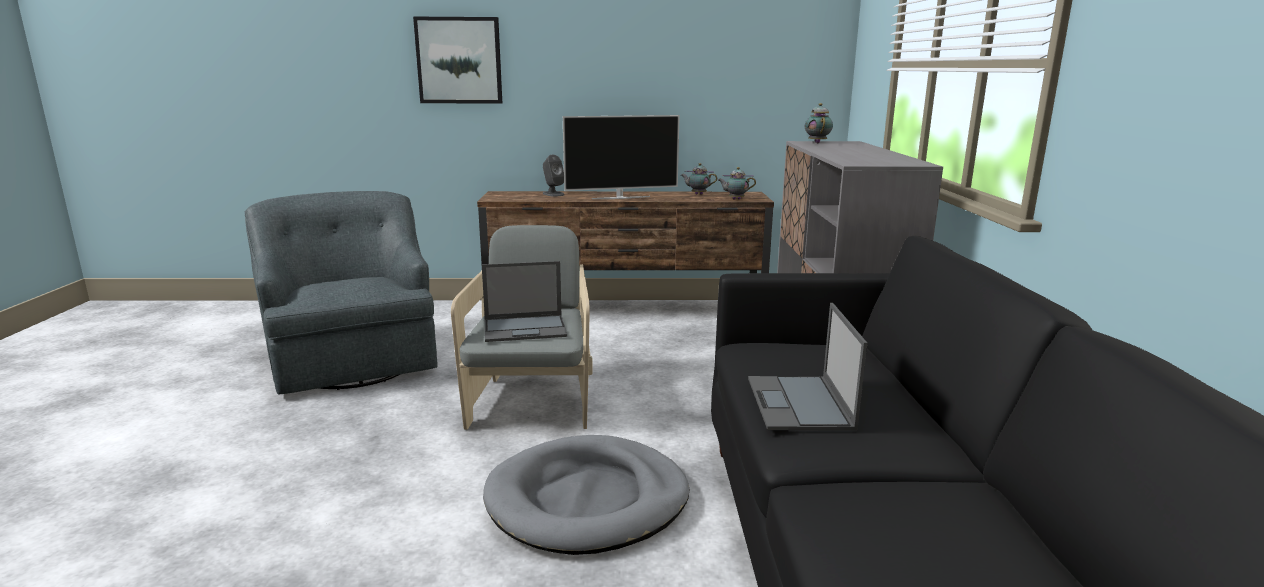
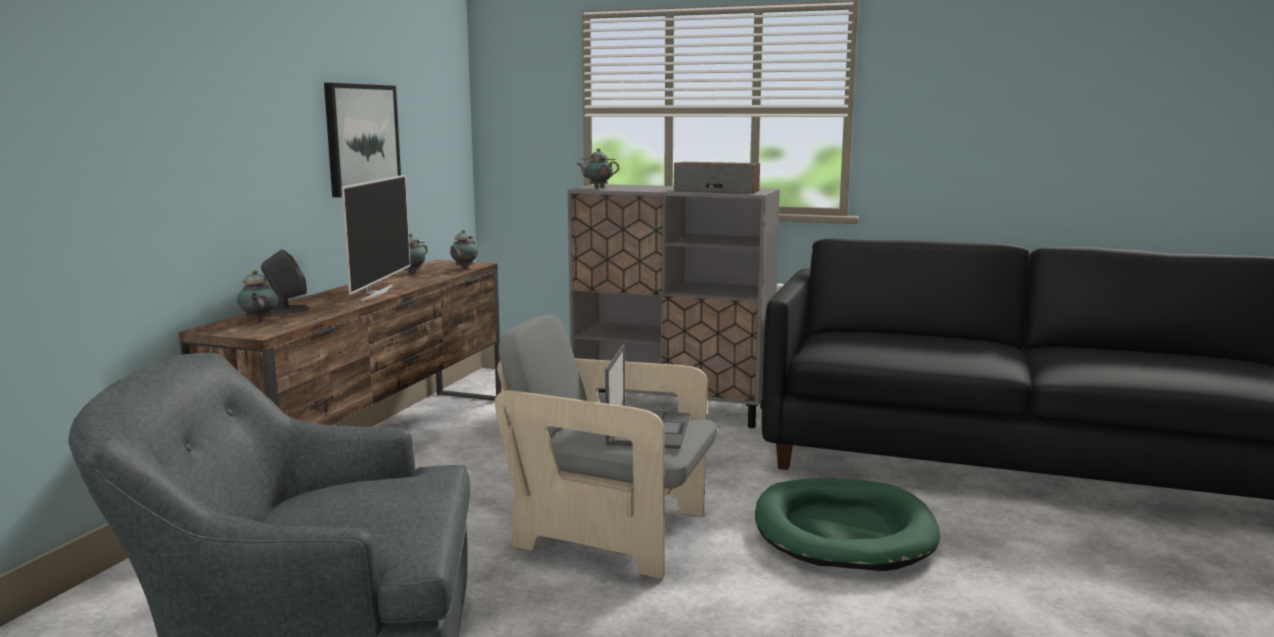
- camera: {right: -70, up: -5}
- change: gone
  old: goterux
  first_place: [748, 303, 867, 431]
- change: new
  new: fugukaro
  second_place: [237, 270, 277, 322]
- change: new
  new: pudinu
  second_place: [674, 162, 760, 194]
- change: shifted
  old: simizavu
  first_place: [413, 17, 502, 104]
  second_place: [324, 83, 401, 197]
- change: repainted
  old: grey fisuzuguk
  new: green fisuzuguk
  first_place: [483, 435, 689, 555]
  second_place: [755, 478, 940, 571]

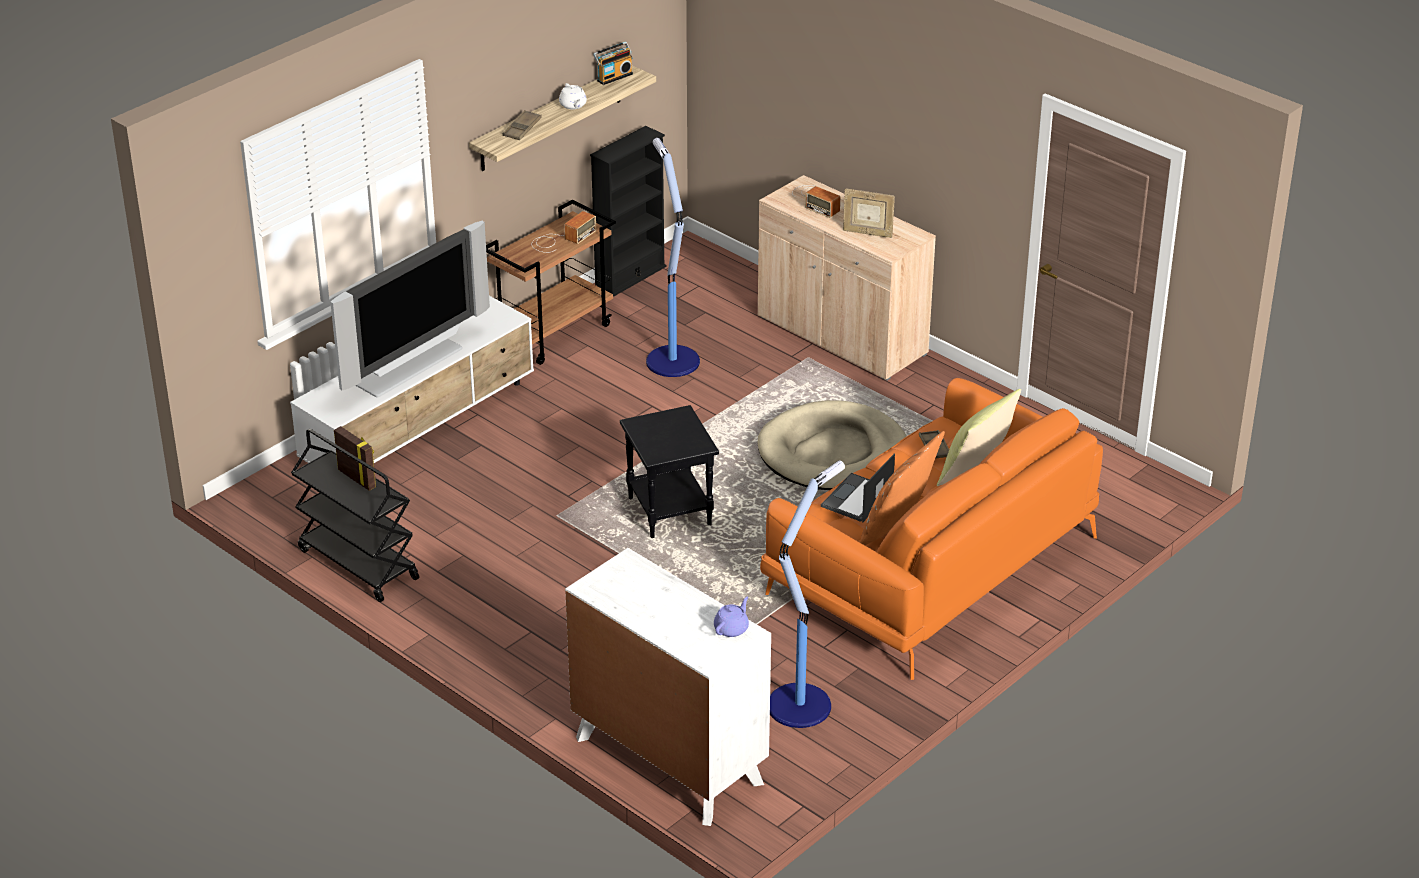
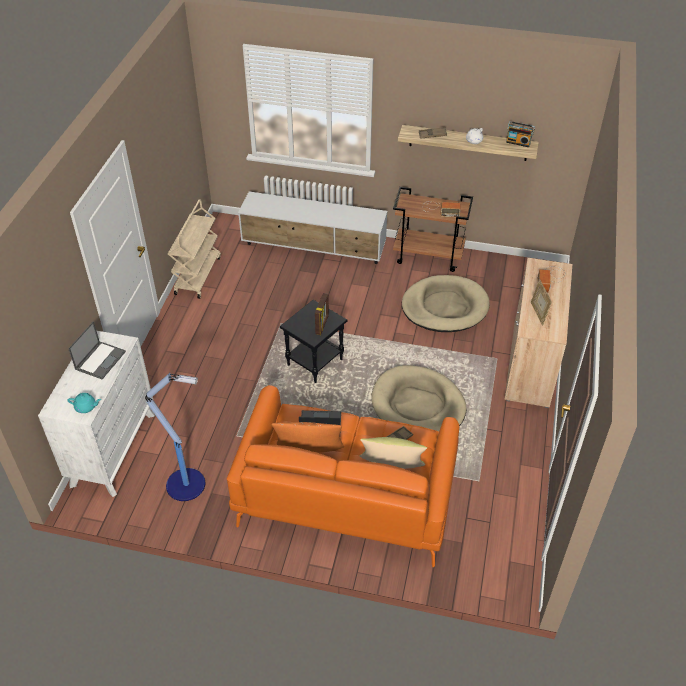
- camera: {right: 60, up: 10}
- change: gone
  old: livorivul
  first_place: [330, 221, 490, 397]
- change: gone
  old: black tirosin
  first_place: [590, 126, 666, 297]
- change: new
  new: goterux
  second_place: [68, 321, 126, 379]
- change: shifted
  old: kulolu
  first_place: [334, 426, 376, 491]
  second_place: [315, 293, 329, 335]
- change: swapped
  old: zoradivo
  new: beige fisuzuguk
  first_place: [646, 138, 700, 377]
  second_place: [402, 275, 490, 332]
- change: repainted
  old: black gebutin
  new: beige gebutin
  first_place: [291, 429, 419, 602]
  second_place: [168, 199, 221, 299]
- change: repainted
  old: purple fugukaro
  new: turquoise fugukaro
  first_place: [714, 597, 749, 637]
  second_place: [68, 393, 101, 413]

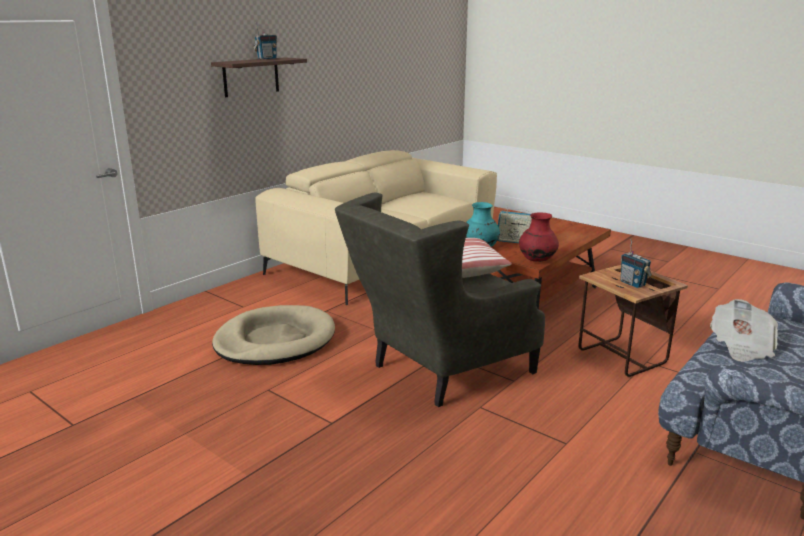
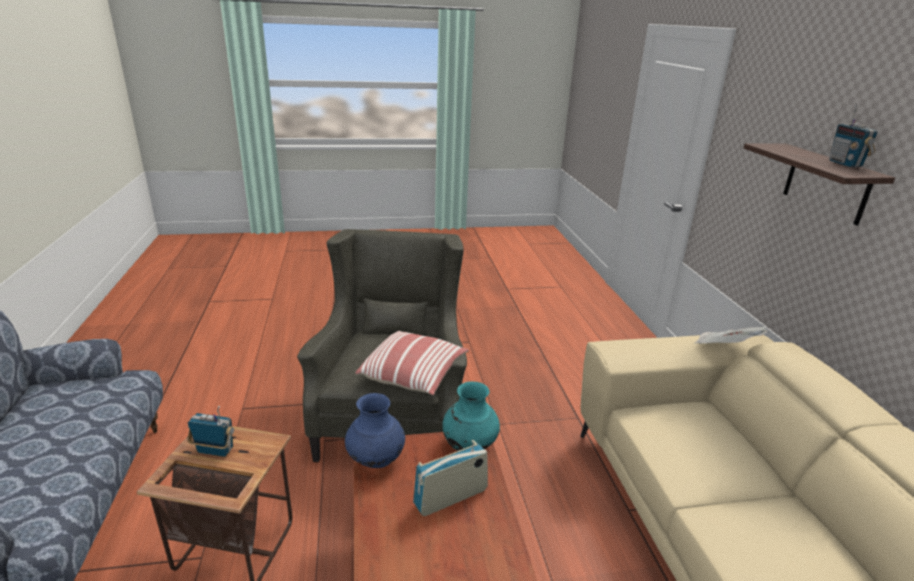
- camera: {right: 130, up: 5}
- change: gone
  old: beige fisuzuguk
  first_place: [212, 305, 335, 365]
- change: shifted
  old: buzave
  first_place: [710, 299, 778, 362]
  second_place: [693, 327, 767, 344]
- change: repainted
  old: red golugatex
  new: blue golugatex
  first_place: [519, 212, 559, 262]
  second_place: [345, 393, 405, 468]

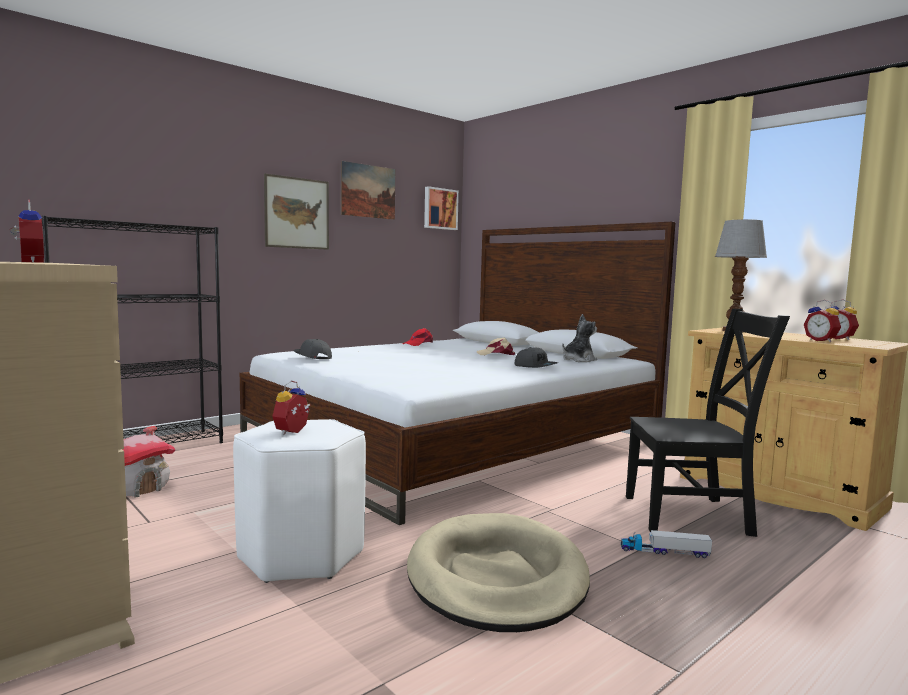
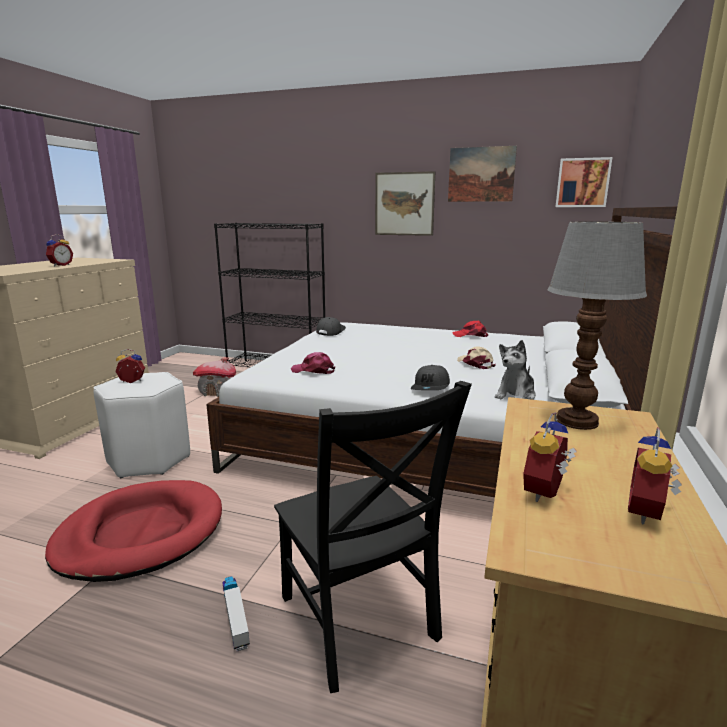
- camera: {right: 60, up: 10}
- change: new
  new: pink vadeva
  second_place: [291, 352, 335, 374]
- change: repainted
  old: beige fisuzuguk
  new: red fisuzuguk
  first_place: [407, 513, 590, 632]
  second_place: [45, 480, 222, 582]
- change: rotated
  old: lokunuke
  first_place: [562, 314, 597, 362]
  second_place: [495, 340, 536, 400]
  degrees: 105

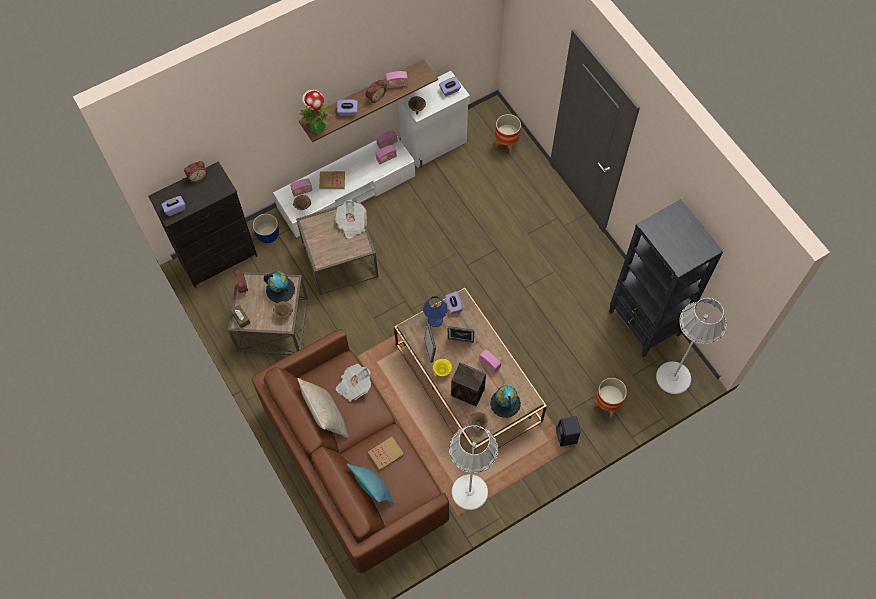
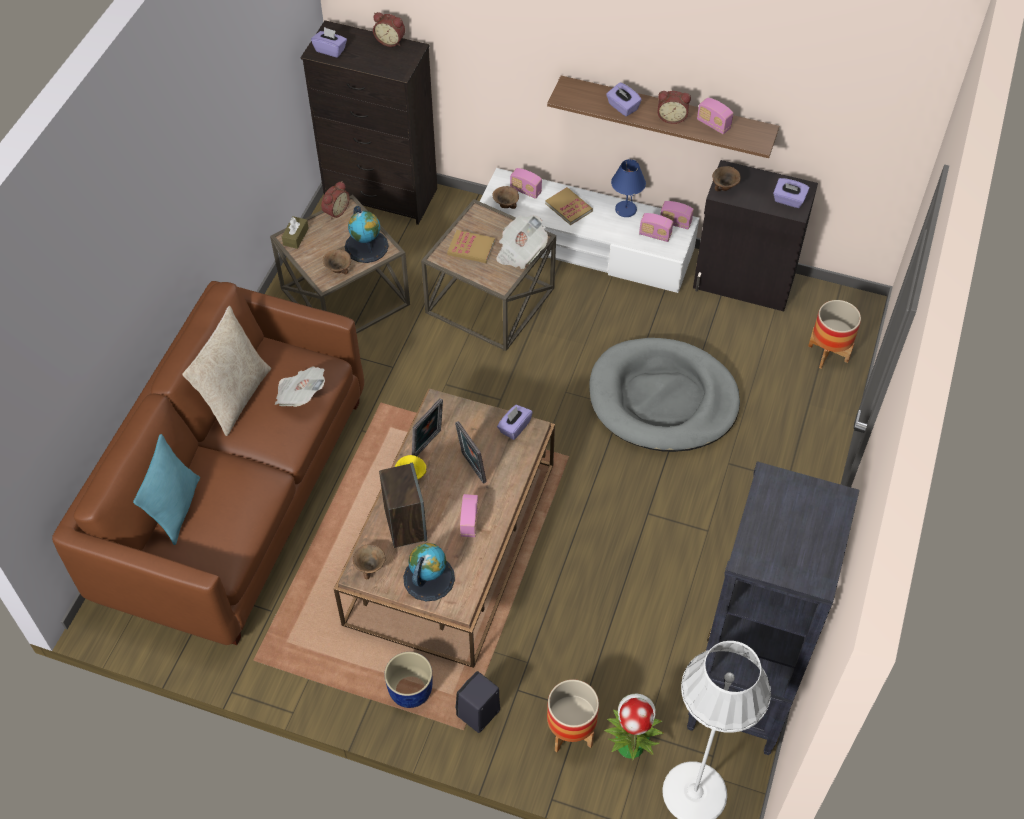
- camera: {right: 50, up: -10}
- change: gone
  old: white zoradivo
  first_place: [449, 425, 498, 510]
- change: new
  new: grey fisuzuguk
  second_place: [589, 338, 740, 452]
- change: shifted
  old: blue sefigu
  first_place: [253, 214, 279, 243]
  second_place: [384, 652, 433, 708]
- change: shifted
  old: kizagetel
  first_place: [300, 90, 333, 133]
  second_place: [604, 694, 664, 760]
- change: shifted
  old: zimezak
  first_place: [368, 437, 404, 471]
  second_place: [447, 230, 495, 263]
- change: shifted
  old: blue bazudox
  first_place: [423, 296, 448, 327]
  second_place: [611, 159, 646, 217]
- change: repainted
  old: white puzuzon
  new: black puzuzon
  first_place: [398, 71, 470, 168]
  second_place: [693, 160, 818, 311]

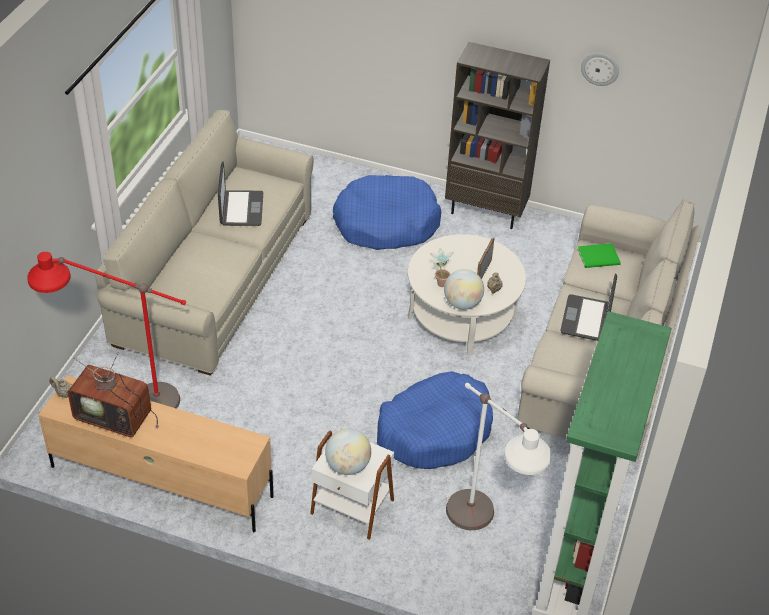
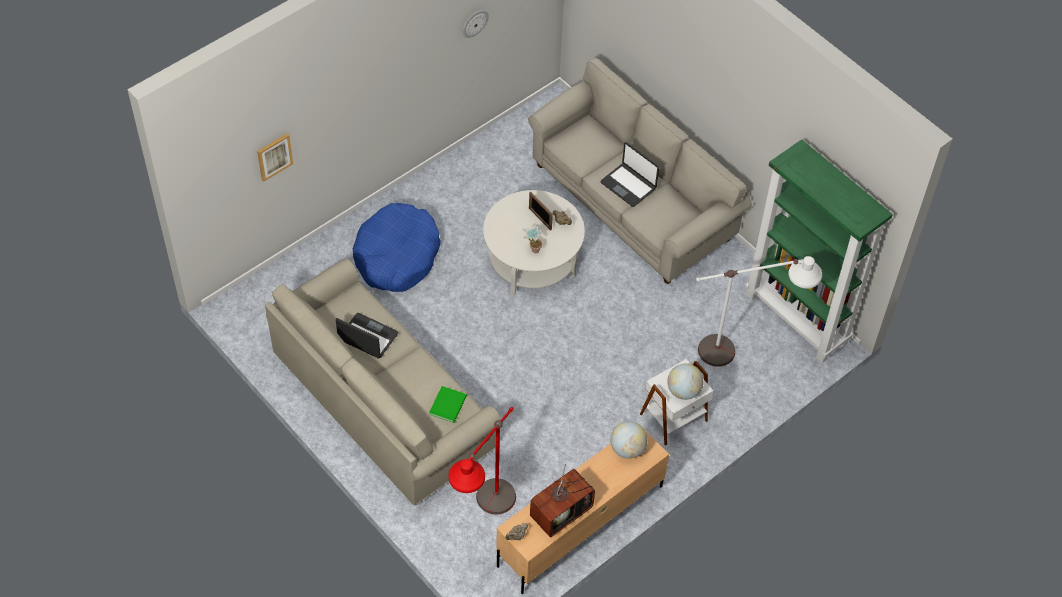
- camera: {right: -60, up: 10}
- change: gone
  old: blue fisuzuguk
  first_place: [377, 371, 493, 469]
- change: gone
  old: brown tirosin
  first_place: [445, 42, 550, 229]
- change: new
  new: simizavu
  second_place: [257, 133, 293, 182]
- change: shifted
  old: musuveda
  first_place: [444, 269, 484, 310]
  second_place: [610, 421, 647, 459]
- change: shifted
  old: green zimezak
  first_place: [577, 243, 621, 268]
  second_place: [429, 386, 467, 423]

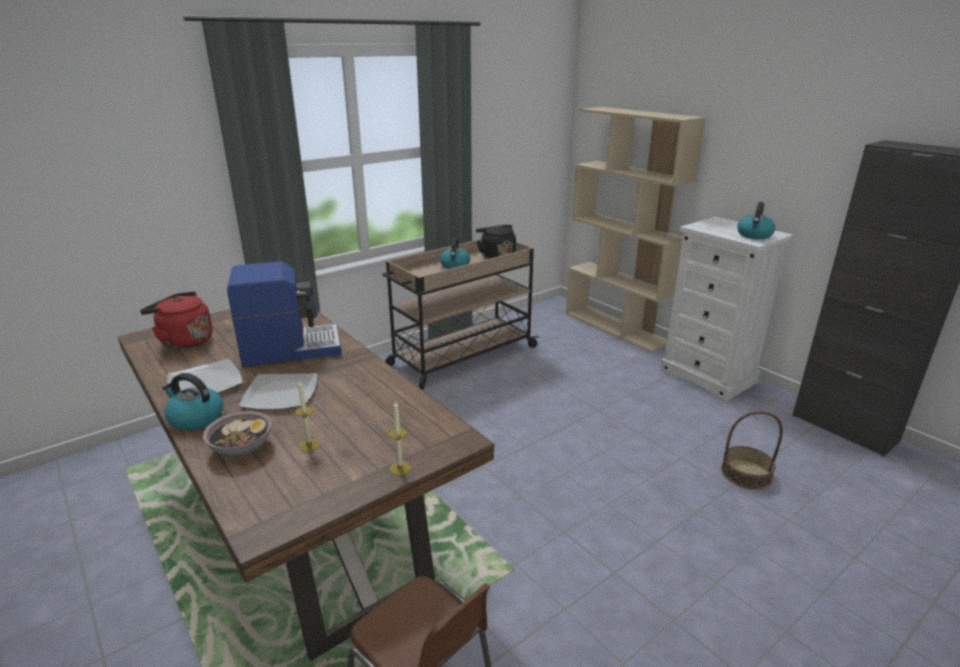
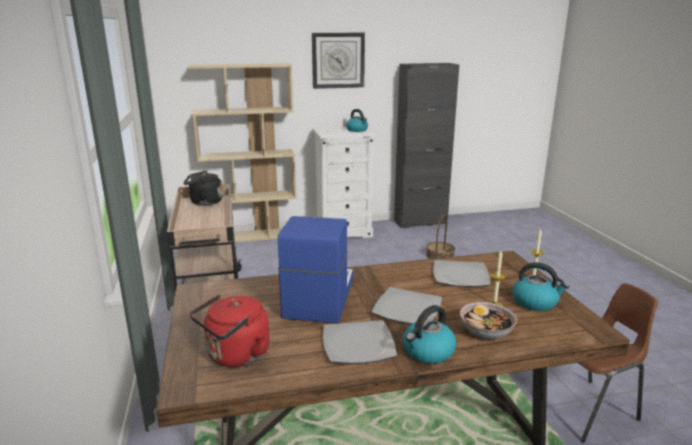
- camera: {right: -65, up: -5}
- change: new
  new: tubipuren
  second_place: [312, 33, 365, 89]
- change: new
  new: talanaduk
  second_place: [433, 260, 490, 287]
- change: shifted
  old: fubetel
  first_place: [440, 237, 470, 269]
  second_place: [512, 262, 569, 311]

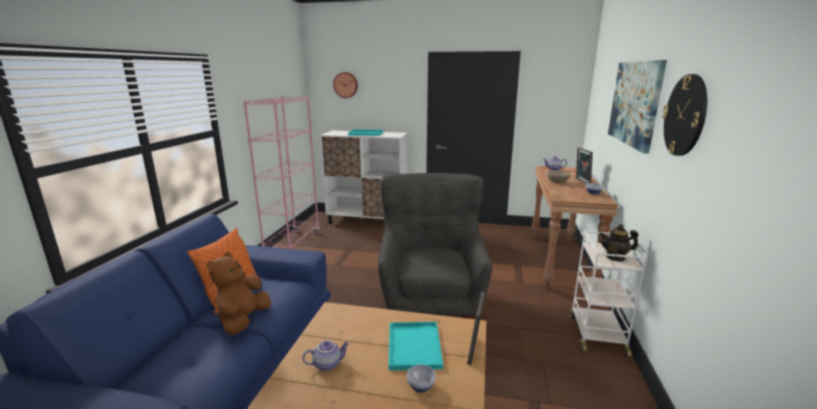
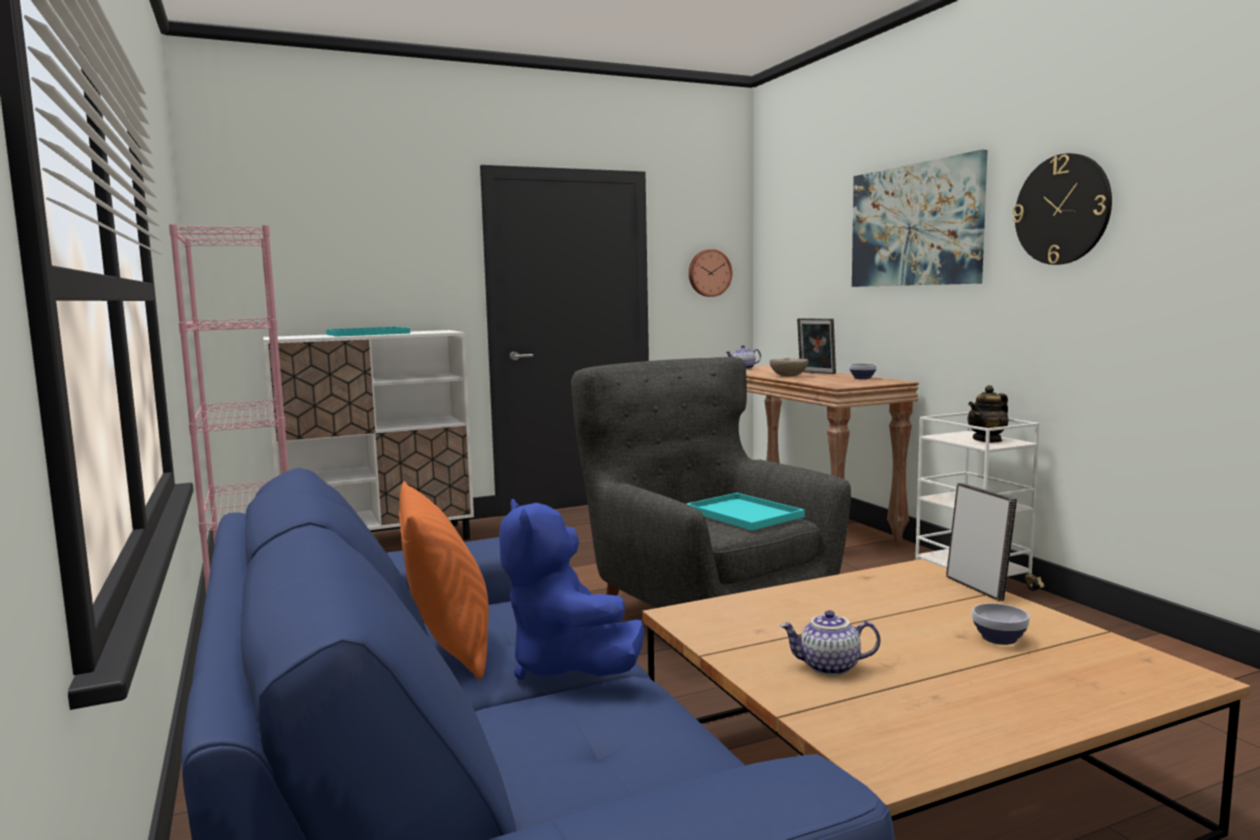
- camera: {right: -35, up: -10}
- change: shifted
  old: tubipuren
  first_place: [333, 72, 358, 98]
  second_place: [689, 249, 732, 297]
- change: shifted
  old: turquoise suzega
  first_place: [389, 322, 443, 370]
  second_place: [686, 493, 805, 530]
- change: repainted
  old: brown lokunuke
  new: blue lokunuke
  first_place: [207, 252, 271, 335]
  second_place: [499, 499, 644, 680]
- change: rotated
  old: fugukaro
  first_place: [303, 340, 350, 371]
  second_place: [780, 610, 880, 676]
  degrees: -120

